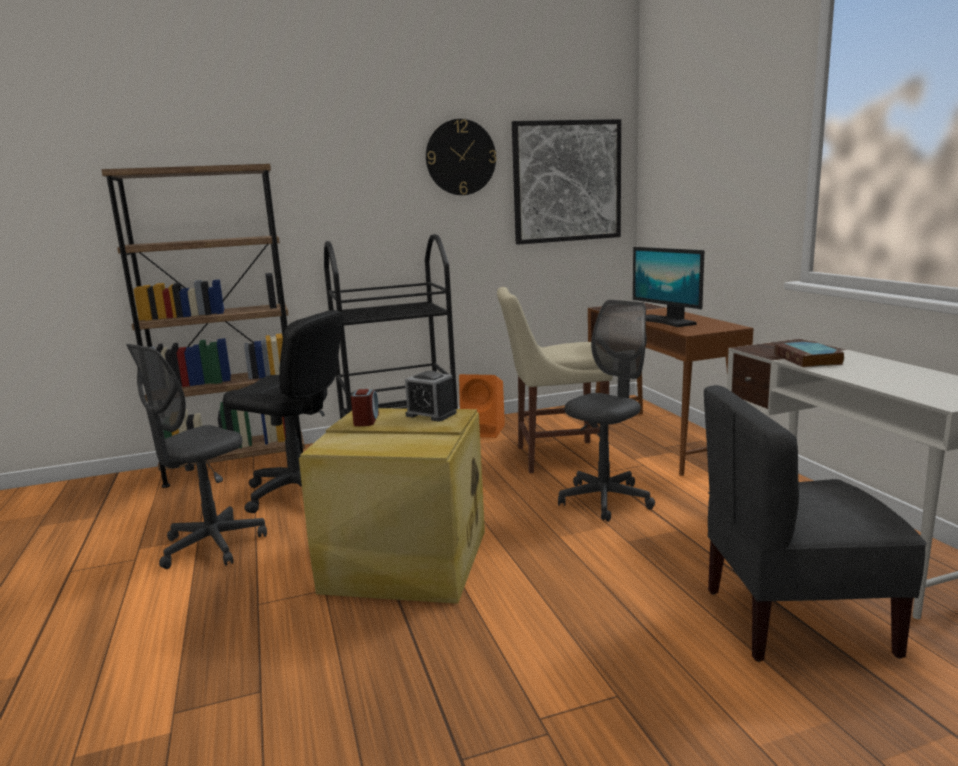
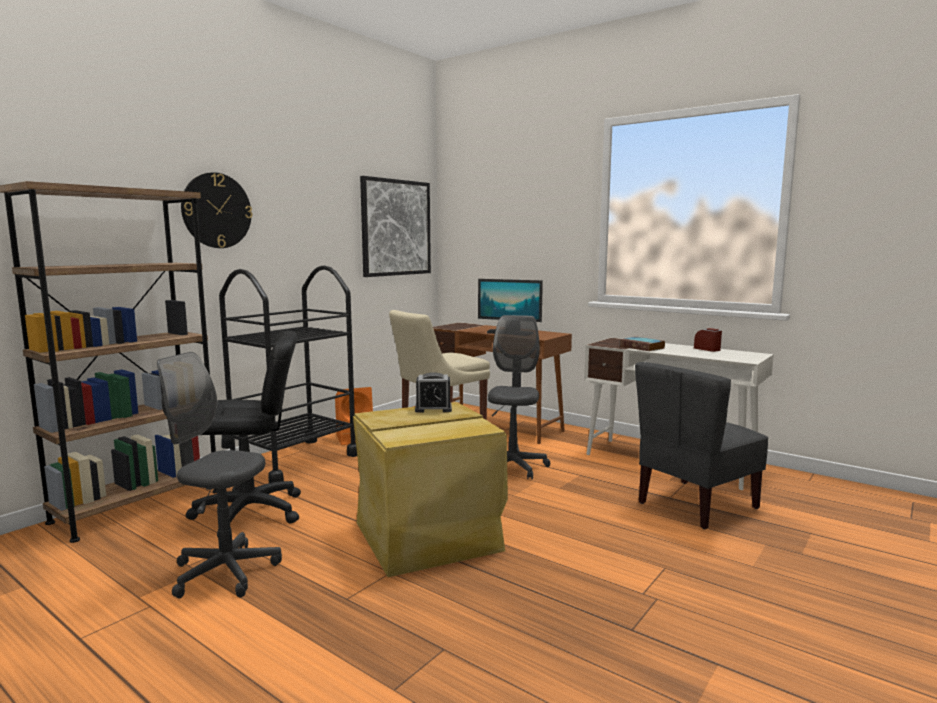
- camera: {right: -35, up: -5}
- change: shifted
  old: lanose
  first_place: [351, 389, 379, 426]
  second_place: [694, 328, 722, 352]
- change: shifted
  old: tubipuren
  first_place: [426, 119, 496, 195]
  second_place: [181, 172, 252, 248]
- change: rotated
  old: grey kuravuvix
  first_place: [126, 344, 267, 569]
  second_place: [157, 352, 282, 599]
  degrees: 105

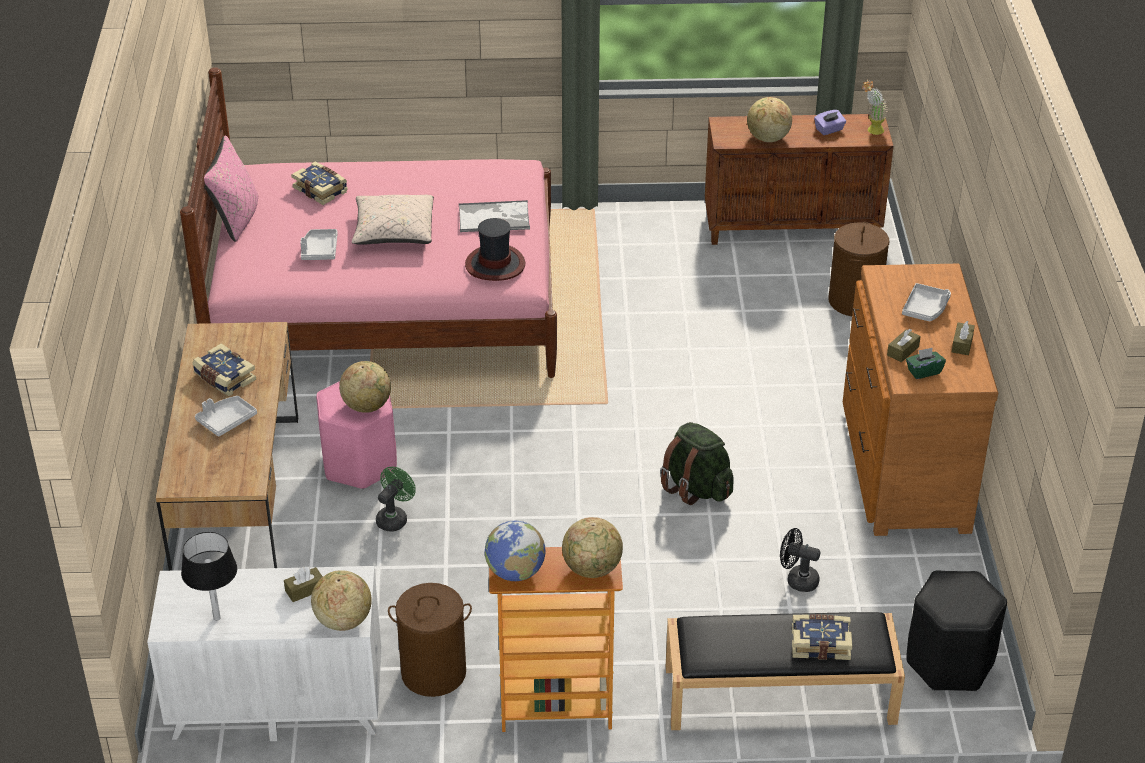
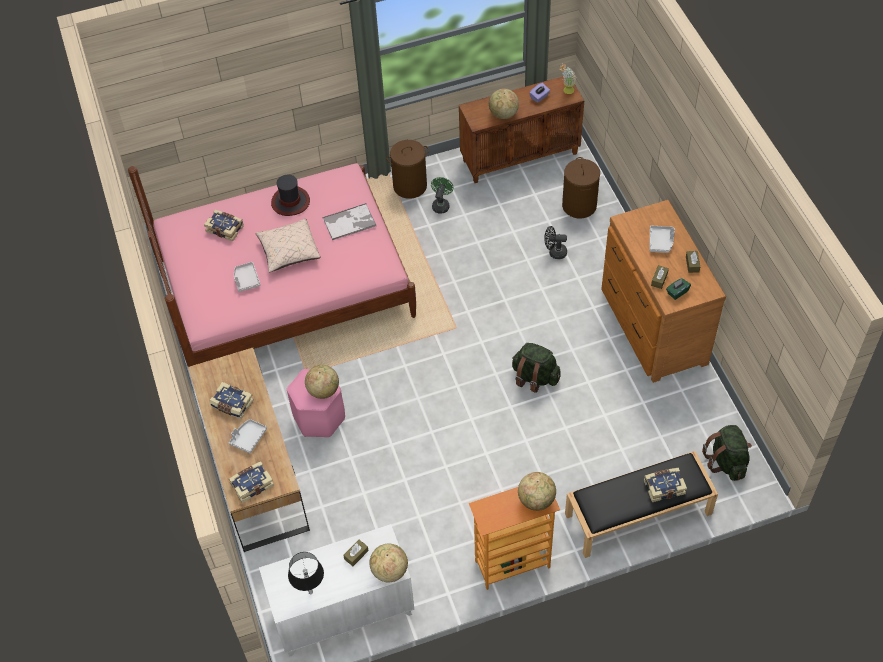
- camera: {right: -15, up: 15}
- change: gone
  old: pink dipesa
  first_place: [204, 136, 258, 242]
- change: gone
  old: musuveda
  first_place: [485, 521, 545, 581]
- change: new
  new: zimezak
  second_place: [229, 462, 274, 503]
- change: shifted
  old: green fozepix
  first_place: [376, 467, 416, 531]
  second_place: [431, 177, 453, 214]
- change: shifted
  old: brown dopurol
  first_place: [388, 583, 472, 697]
  second_place: [387, 140, 429, 199]
- change: shifted
  old: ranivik
  first_place: [465, 218, 525, 281]
  second_place: [271, 175, 310, 216]
- change: shifted
  old: black fozepix
  first_place: [780, 528, 820, 592]
  second_place: [544, 226, 567, 259]
- change: swapped
  old: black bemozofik
  new: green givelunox
  first_place: [906, 571, 1007, 691]
  second_place: [702, 425, 752, 481]

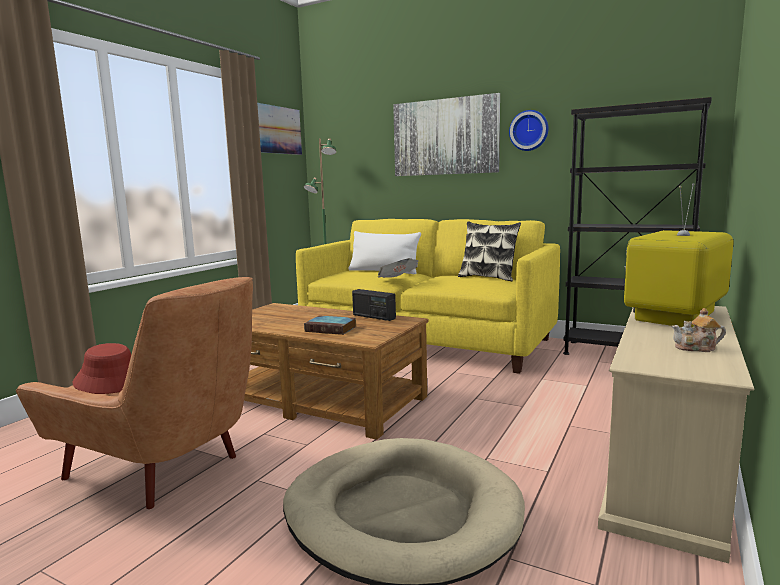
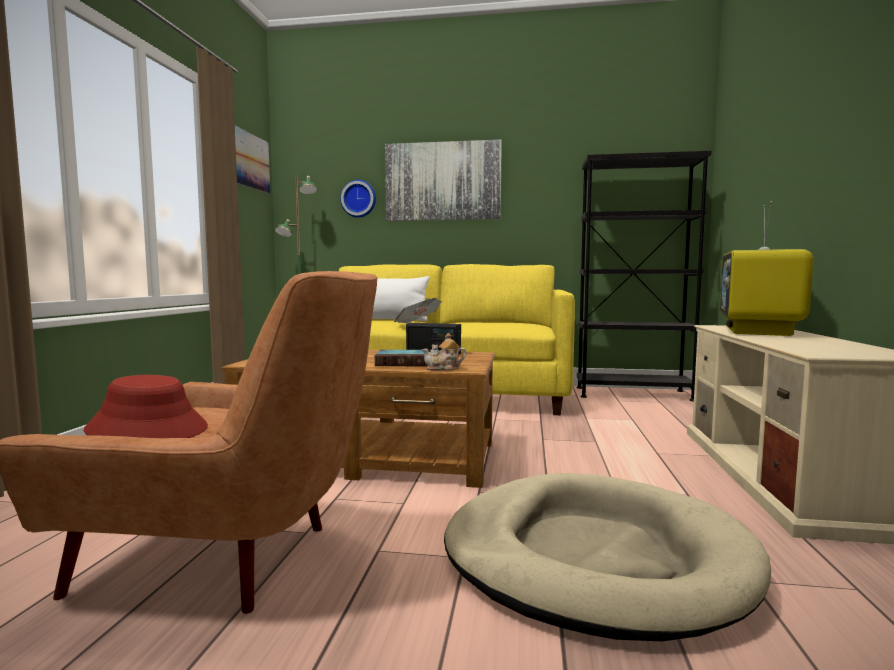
- camera: {right: -20, up: -5}
- change: gone
  old: dipesa
  first_place: [458, 221, 521, 281]
- change: shifted
  old: tubipuren
  first_place: [509, 110, 549, 151]
  second_place: [340, 180, 376, 218]
- change: shifted
  old: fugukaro
  first_place: [672, 308, 726, 352]
  second_place: [422, 333, 466, 371]

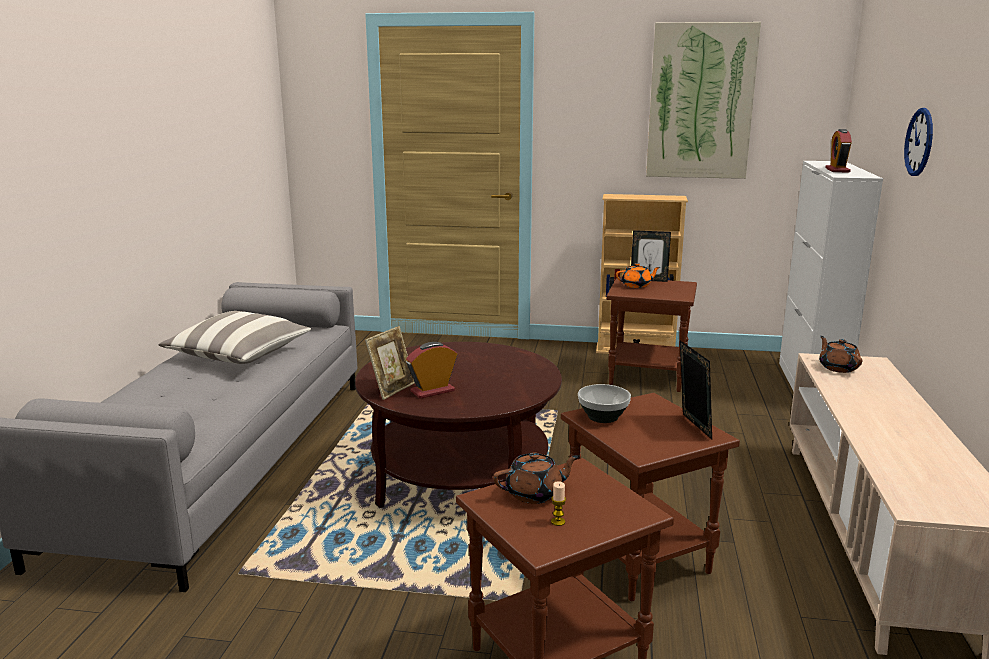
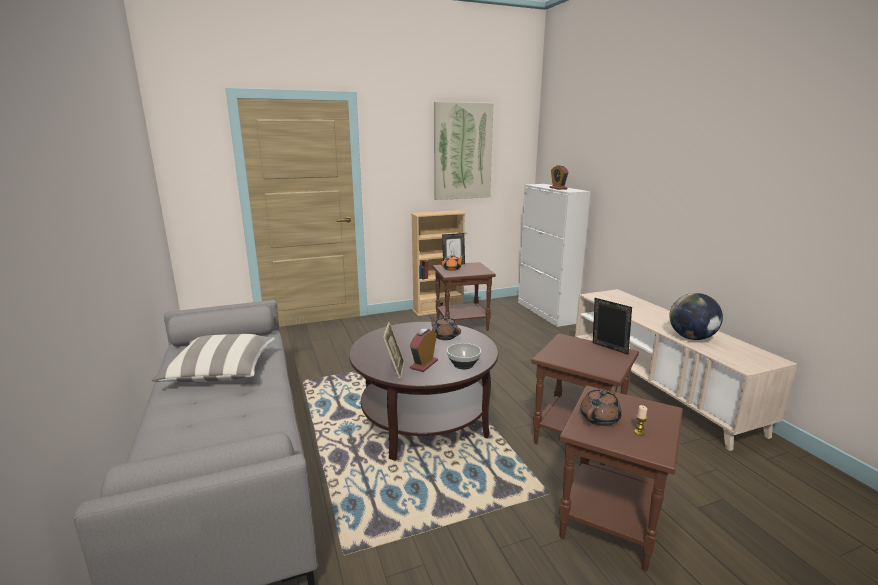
- camera: {right: -30, up: 0}
- change: gone
  old: tubipuren
  first_place: [904, 108, 933, 176]
- change: new
  new: musuveda
  second_place: [670, 293, 723, 340]
- change: shifted
  old: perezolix
  first_place: [578, 384, 631, 423]
  second_place: [447, 343, 481, 369]
- change: shifted
  old: brown fugukaro
  first_place: [819, 336, 862, 373]
  second_place: [429, 316, 461, 340]

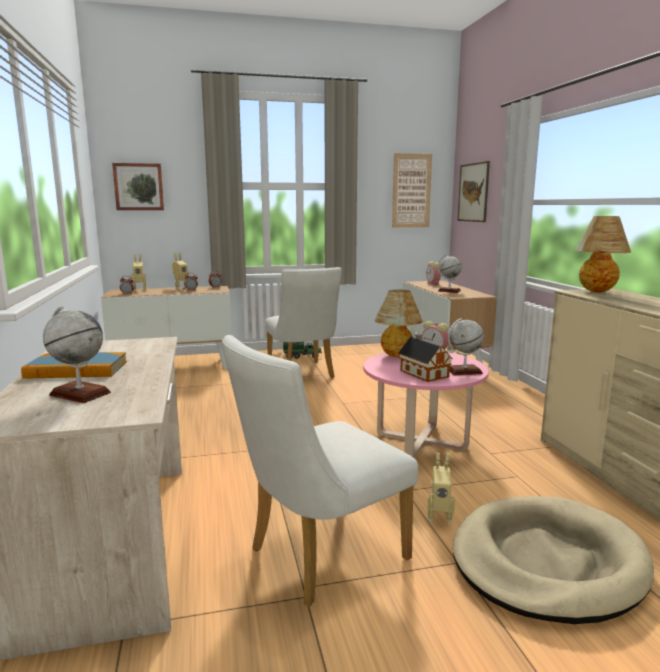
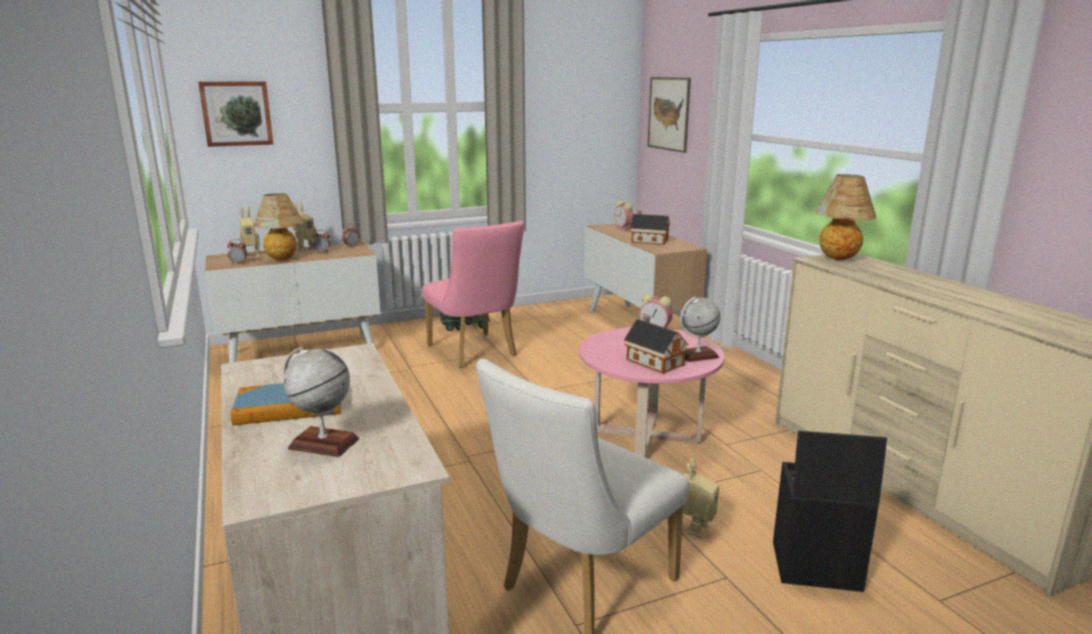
- camera: {right: -10, up: 5}
- change: gone
  old: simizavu
  first_place: [392, 153, 432, 228]
- change: shifted
  old: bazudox
  first_place: [374, 290, 423, 357]
  second_place: [253, 193, 304, 260]
- change: swapped
  old: musuveda
  new: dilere
  first_place: [438, 255, 462, 293]
  second_place: [630, 211, 670, 245]
- change: swapped
  old: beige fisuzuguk
  new: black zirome
  first_place: [453, 496, 654, 624]
  second_place: [773, 431, 887, 592]
- change: repainted
  old: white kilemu
  new: pink kilemu
  first_place: [265, 267, 342, 378]
  second_place: [422, 221, 524, 368]
- change: rotated
  old: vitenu
  first_place: [428, 453, 455, 525]
  second_place: [683, 459, 719, 538]
  degrees: -60

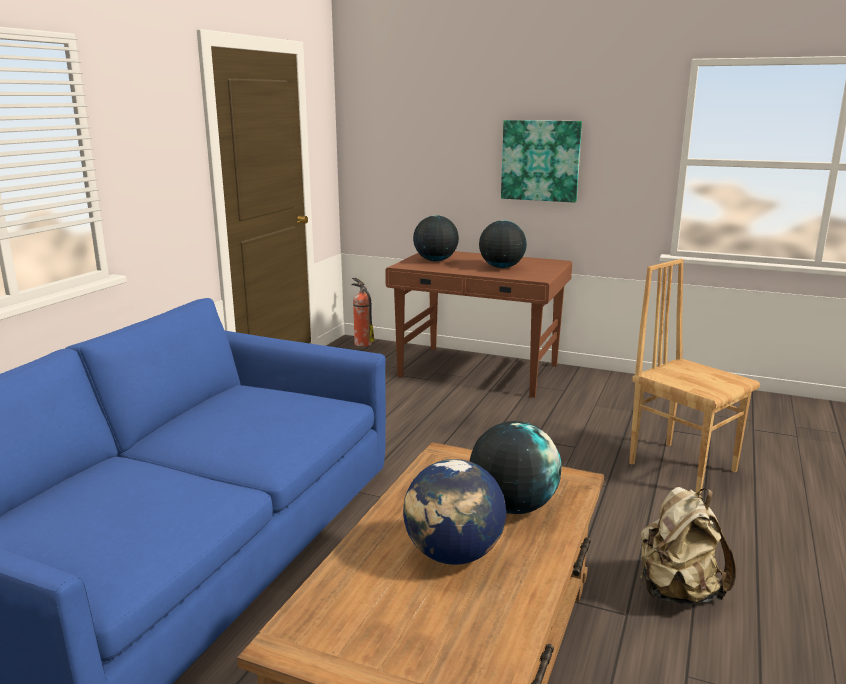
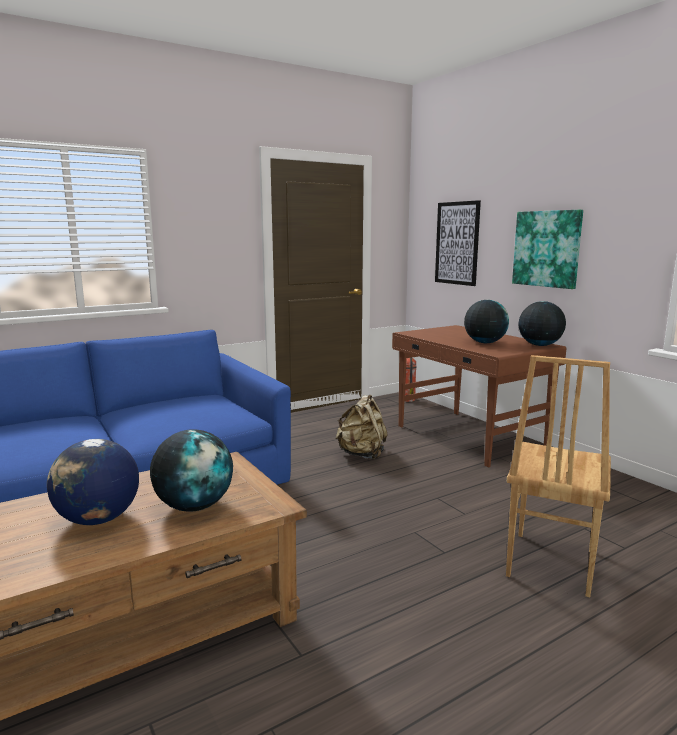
- camera: {right: 35, up: -5}
- change: new
  new: simizavu
  second_place: [435, 200, 481, 286]
- change: shifted
  old: musuveda
  first_place: [413, 215, 459, 261]
  second_place: [519, 301, 566, 346]
- change: shifted
  old: beige givelunox
  first_place: [640, 487, 736, 604]
  second_place: [336, 395, 387, 460]
- change: rotated
  old: brown kilemu
  first_place: [629, 259, 760, 494]
  second_place: [506, 355, 611, 597]
  degrees: -150

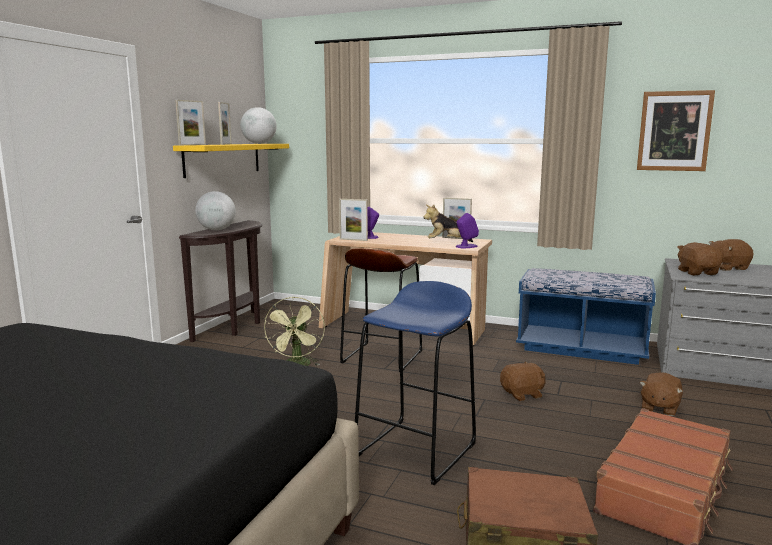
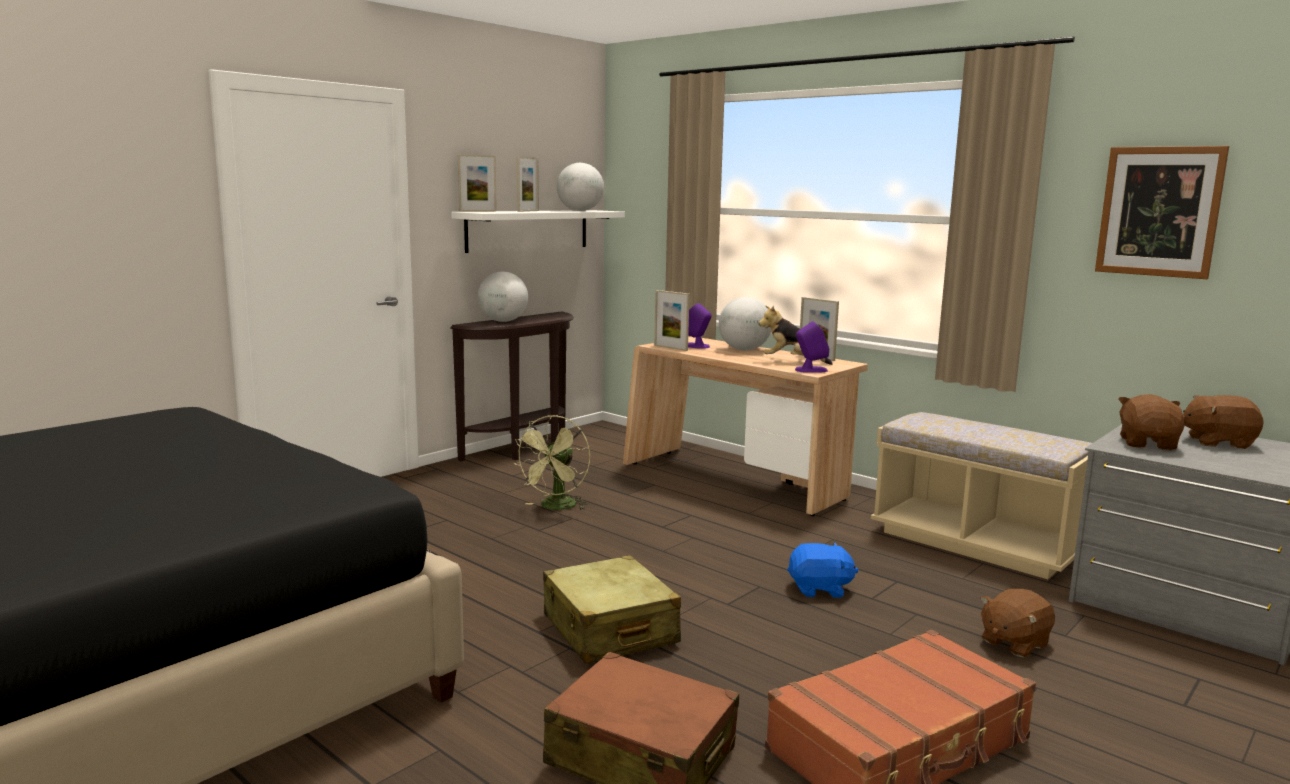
- camera: {right: 20, up: 0}
- change: gone
  old: brown bemozofik
  first_place: [340, 248, 422, 372]
- change: new
  new: musuveda
  second_place: [719, 297, 771, 350]
- change: swapped
  old: blue bemozofik
  new: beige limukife
  first_place: [355, 281, 476, 485]
  second_place: [543, 555, 681, 664]
- change: repainted
  old: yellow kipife
  new: white kipife
  first_place: [173, 144, 289, 178]
  second_place: [451, 210, 625, 253]
- change: repainted
  old: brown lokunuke
  new: blue lokunuke
  first_place: [500, 361, 546, 401]
  second_place: [787, 542, 859, 598]
- change: repainted
  old: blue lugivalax
  new: beige lugivalax
  first_place: [516, 268, 656, 365]
  second_place: [871, 412, 1092, 579]

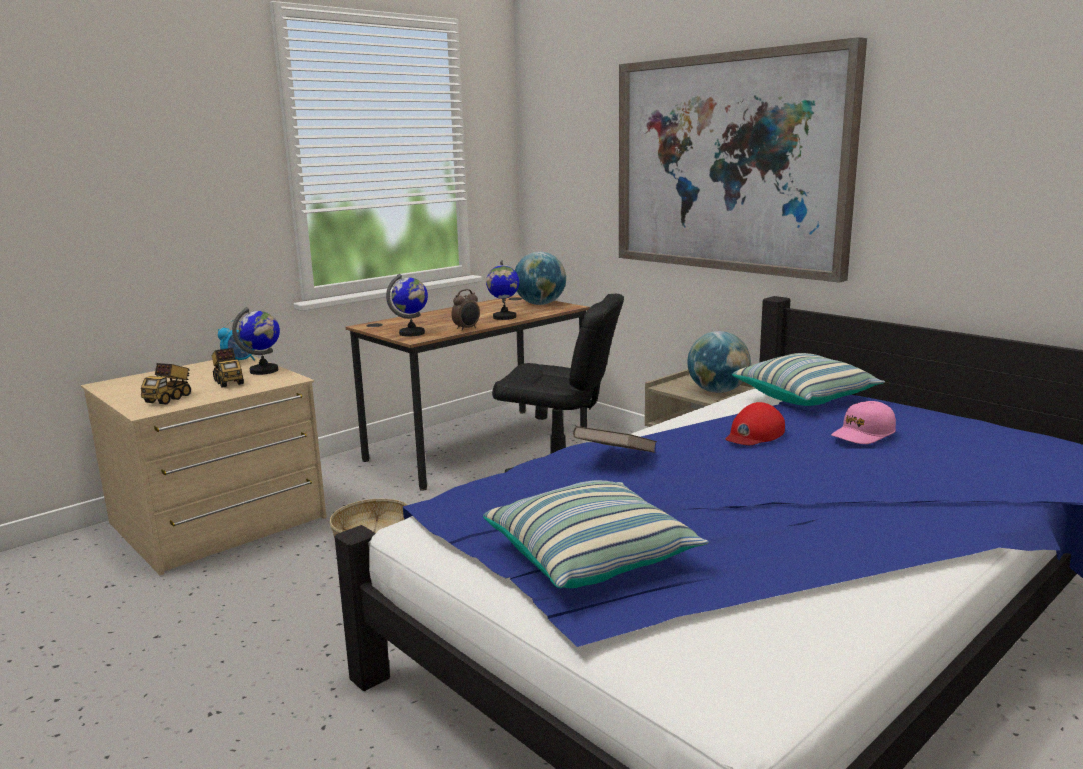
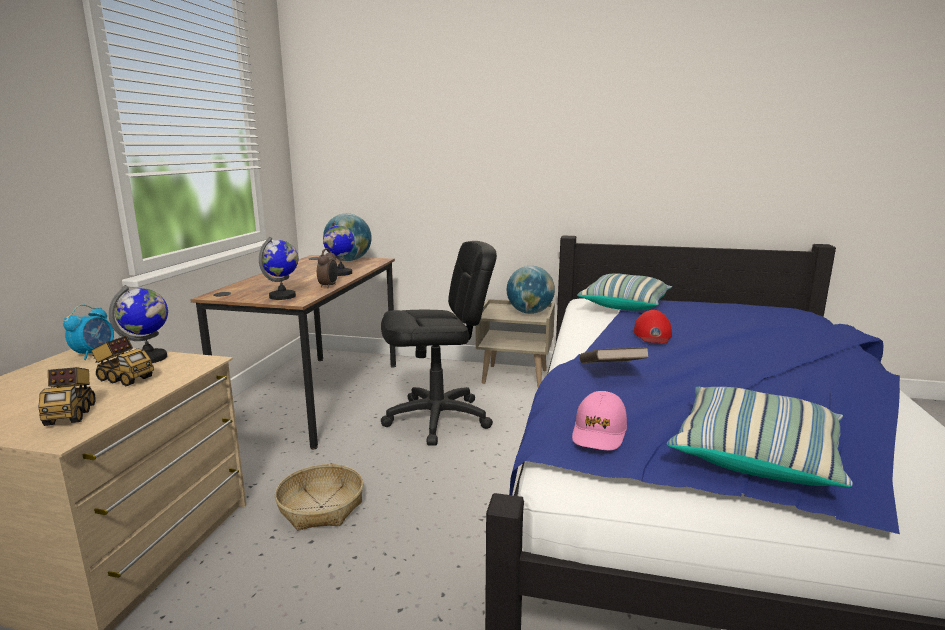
- camera: {right: -35, up: 0}
- change: gone
  old: simizavu
  first_place: [619, 37, 867, 283]
- change: shifted
  old: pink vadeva
  first_place: [831, 401, 896, 444]
  second_place: [572, 391, 627, 450]

